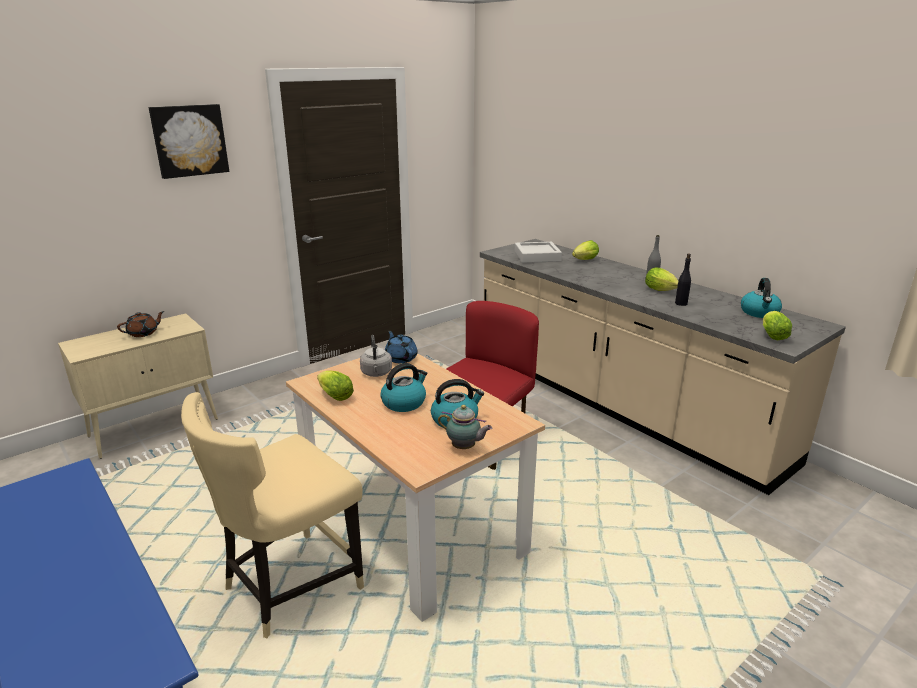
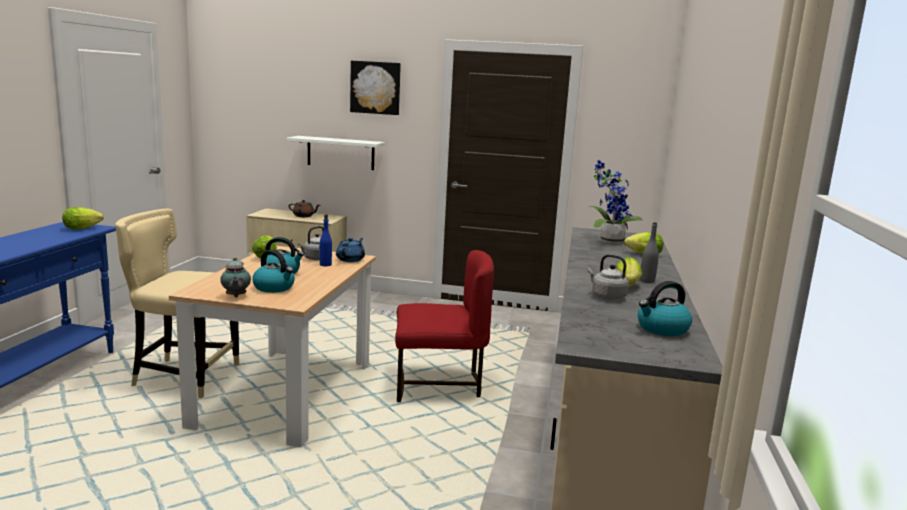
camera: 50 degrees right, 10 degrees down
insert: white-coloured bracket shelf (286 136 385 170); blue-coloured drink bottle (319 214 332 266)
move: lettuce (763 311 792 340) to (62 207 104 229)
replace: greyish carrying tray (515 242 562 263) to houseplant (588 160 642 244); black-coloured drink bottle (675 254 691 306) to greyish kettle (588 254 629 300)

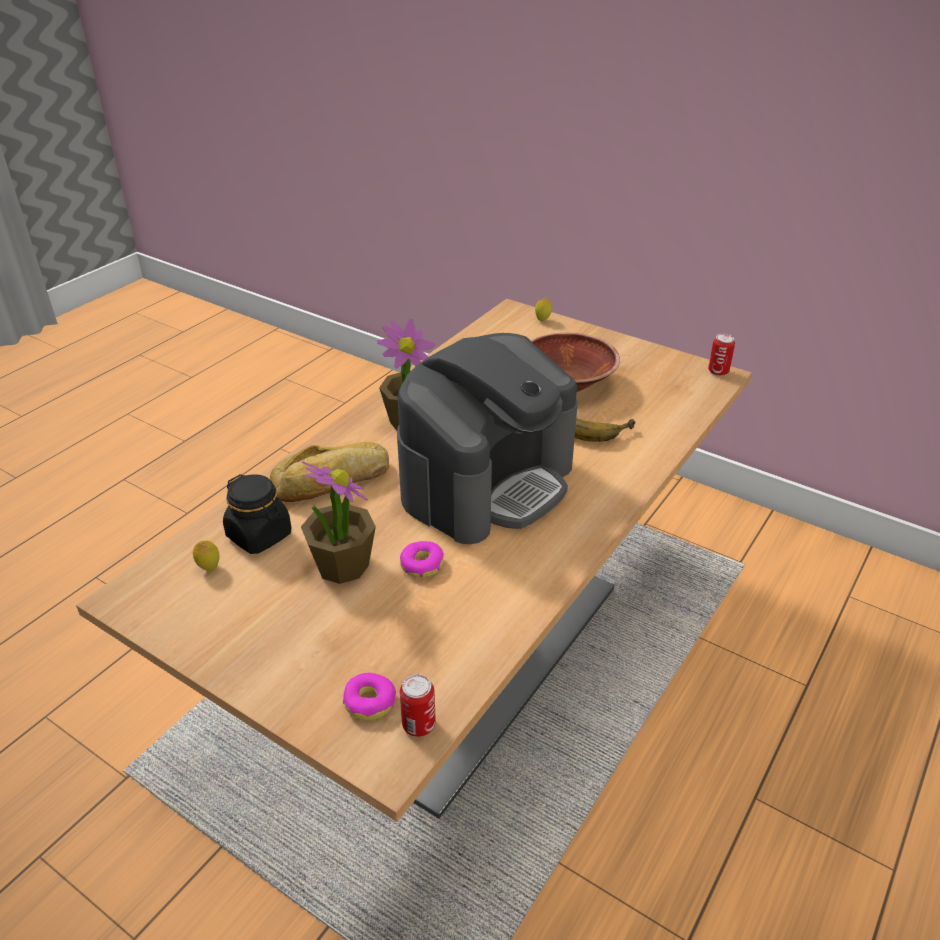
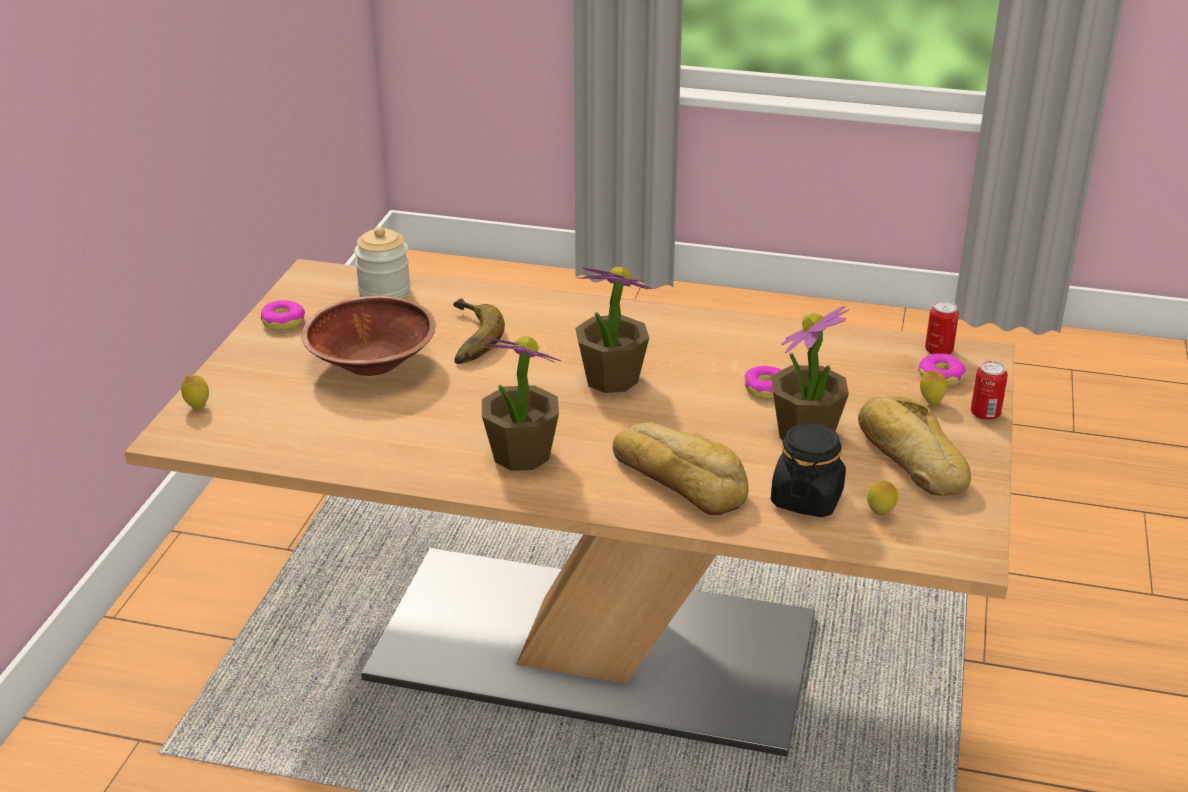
camera: 110 degrees left, 5 degrees down
insert: donut (261 300 305 330); storage jar (354 227 411 299); bakery bread (858 396 971 496); whole lemon (920 370 947 405)
move: sealed can (708 334 735 376) to (971 361 1008 421)
replace: coffee maker (397 333 578 544) to houseplant (575 267 652 393)

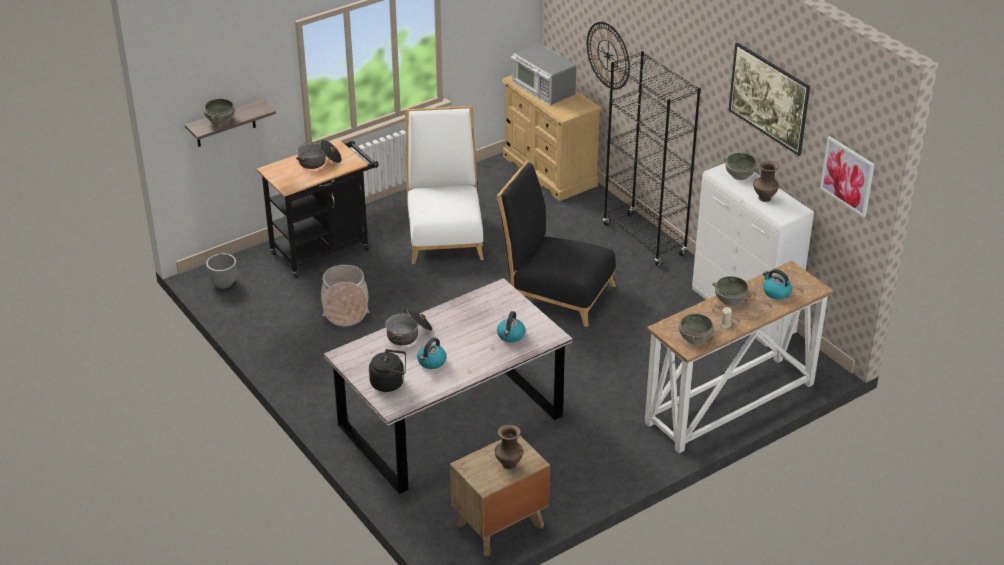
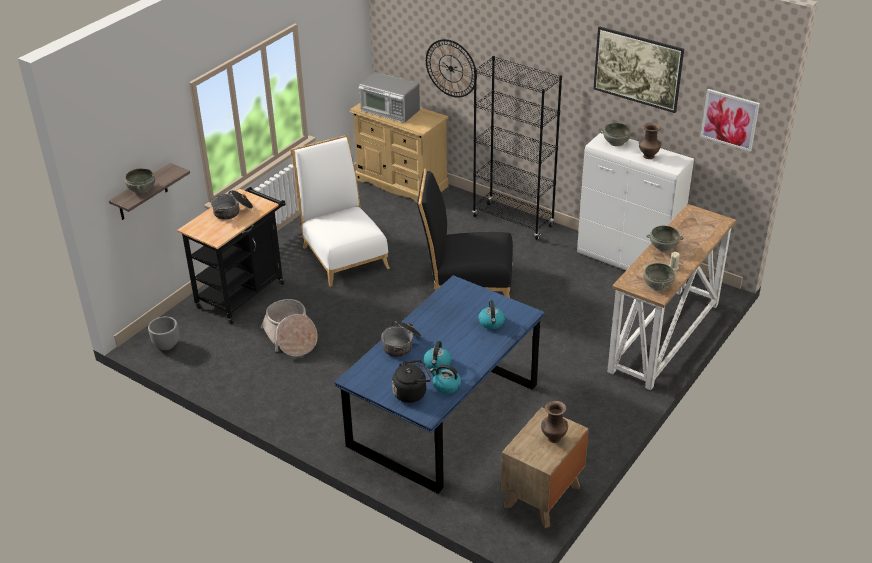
camera: 20 degrees left, 0 degrees up
move: kettle (763 269 792 300) to (429 364 461 394)
recolor: greyish dinner table (324 278 572 494) to blue-coloured dinner table (334 275 545 494)

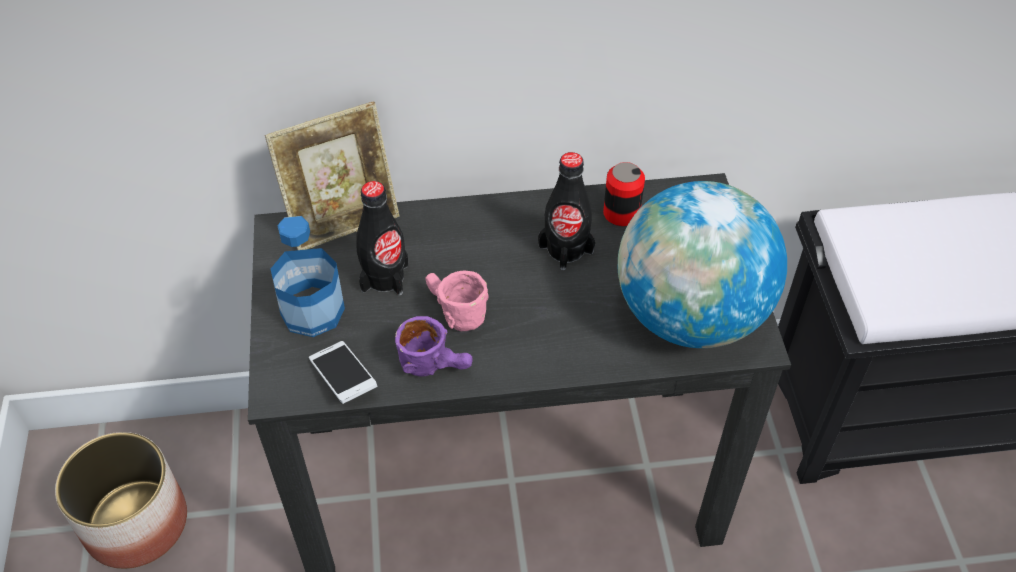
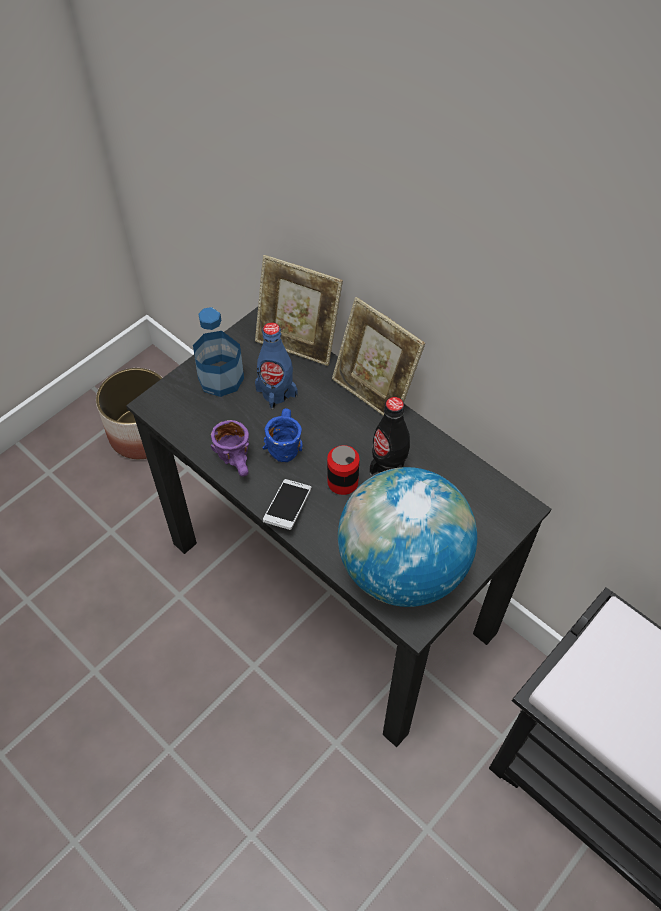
camera: 50 degrees right, 5 degrees up
insert: standing frame (332 297 425 416)
move: telephone (309 341 377 404) to (263 479 312 530); sealed can (603 162 645 226) to (327 445 359 495)
recolor: black-coloured drink bottle (357 181 409 295) to blue-coloured drink bottle (255 322 298 409); pink-coloured coffee mug (425 270 489 331) to blue-coloured coffee mug (262 408 303 462)

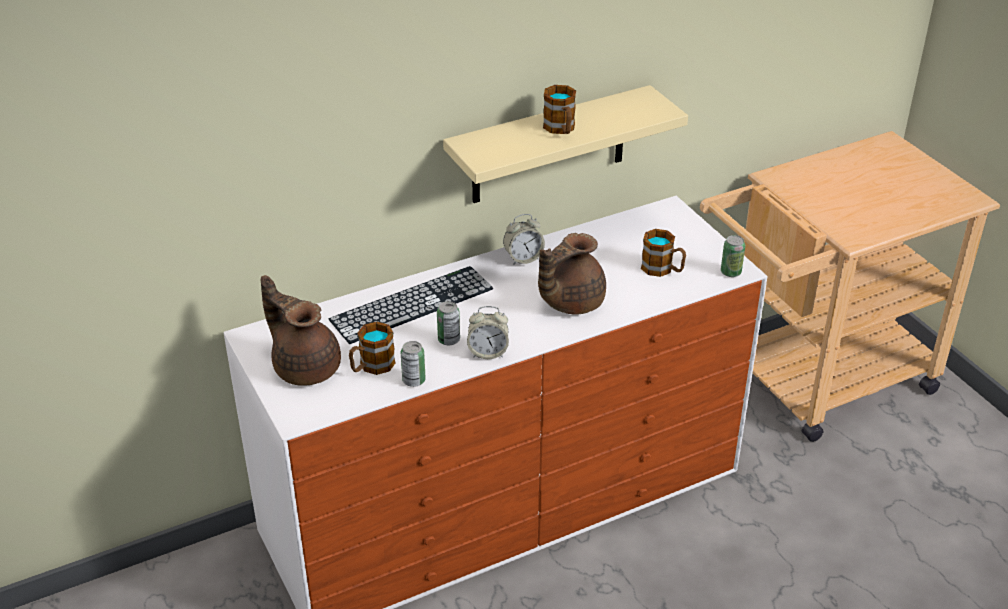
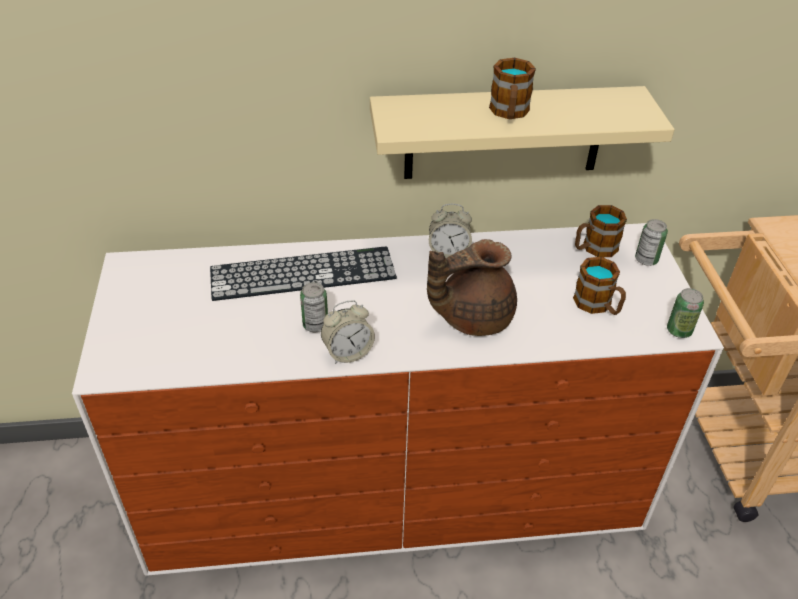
camera: 20 degrees right, 5 degrees up
delete: brown pot for tea (261 275 341 386)
move: coffee mug (349 322 395 375) to (575 205 627 257); sealed can (401 341 426 387) to (635 219 668 266)
rotate: table clock (467 306 509 359) = (321 301 375 364) 45 degrees counterclockwise

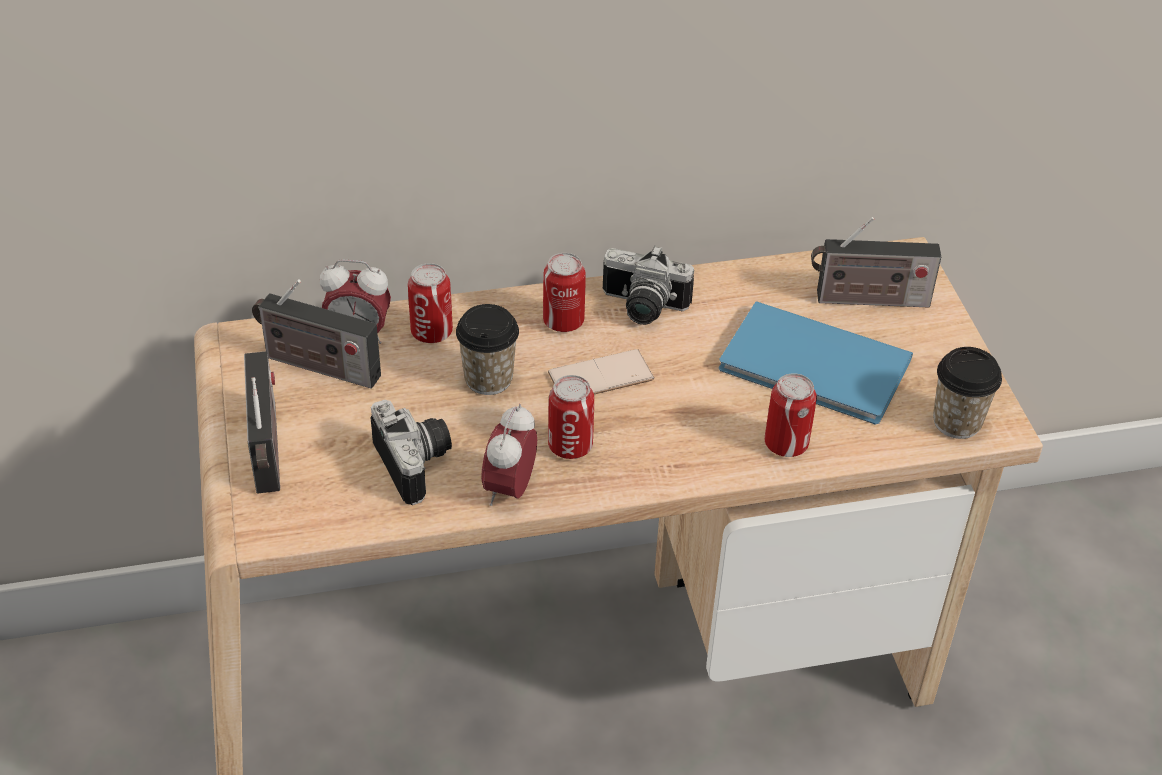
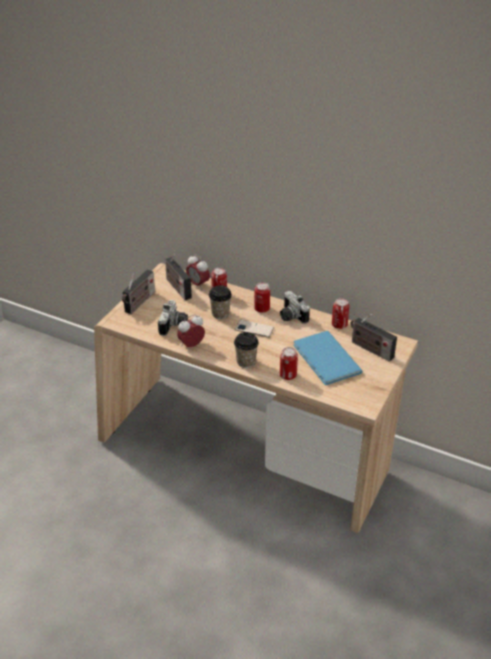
camera: 40 degrees right, 5 degrees down
move: small cup (933 347 1002 439) to (234 332 259 368); sealed can (548 375 594 459) to (332 298 349 329)

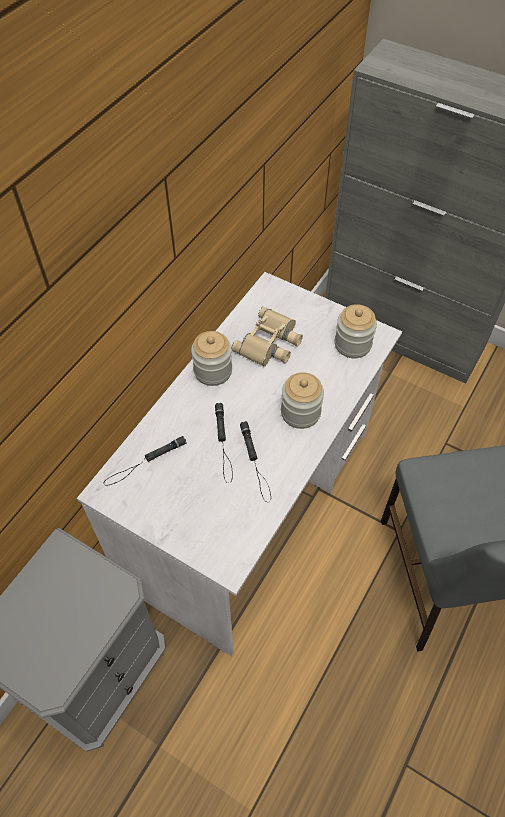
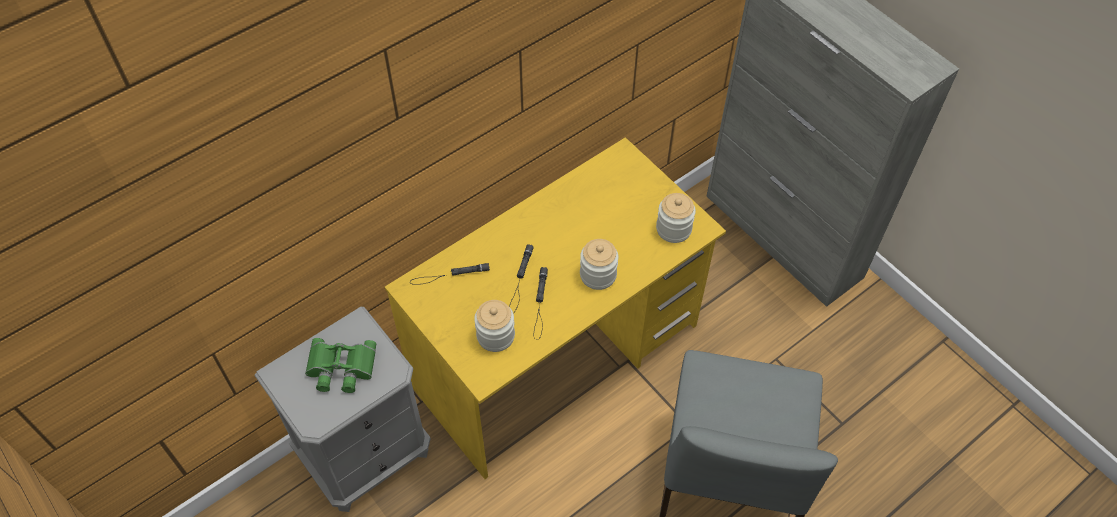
camera: 20 degrees right, 0 degrees up
delete: sand-coloured pair of binoculars (232 307 303 367)
insert: green-coloured pair of binoculars (305 338 376 393)
move: storage jar (191 331 232 386) to (474 300 515 352)
recolor: white-coloured desk unit (77 272 402 656) to yellow-coloured desk unit (385 137 726 479)

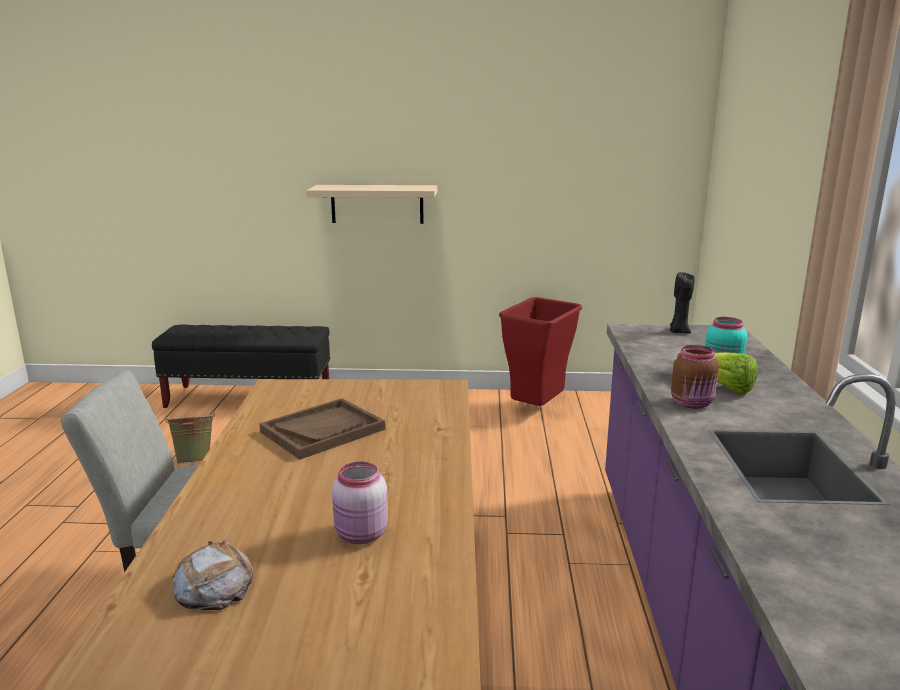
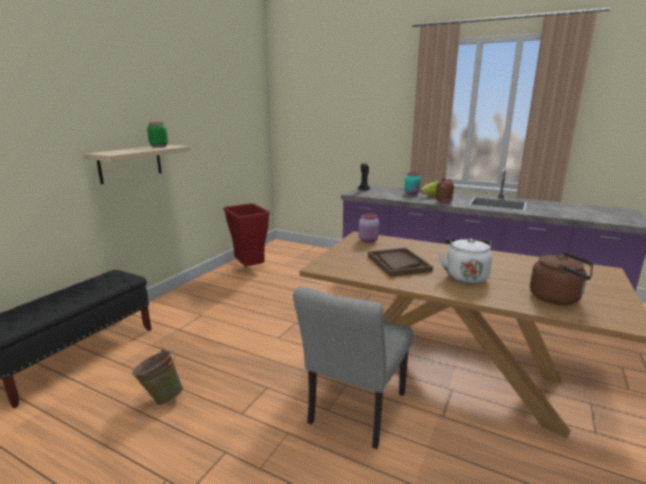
camera: 65 degrees left, 0 degrees up
insert: green-coloured storage jar (147 122 168 148); white-coloured kettle (438 239 492 284)
move: pink-coloured storage jar (332 461 388 544) to (358 213 379 243)
replace: bakery bread (172 540 254 610) to brown kettle (530 252 593 305)

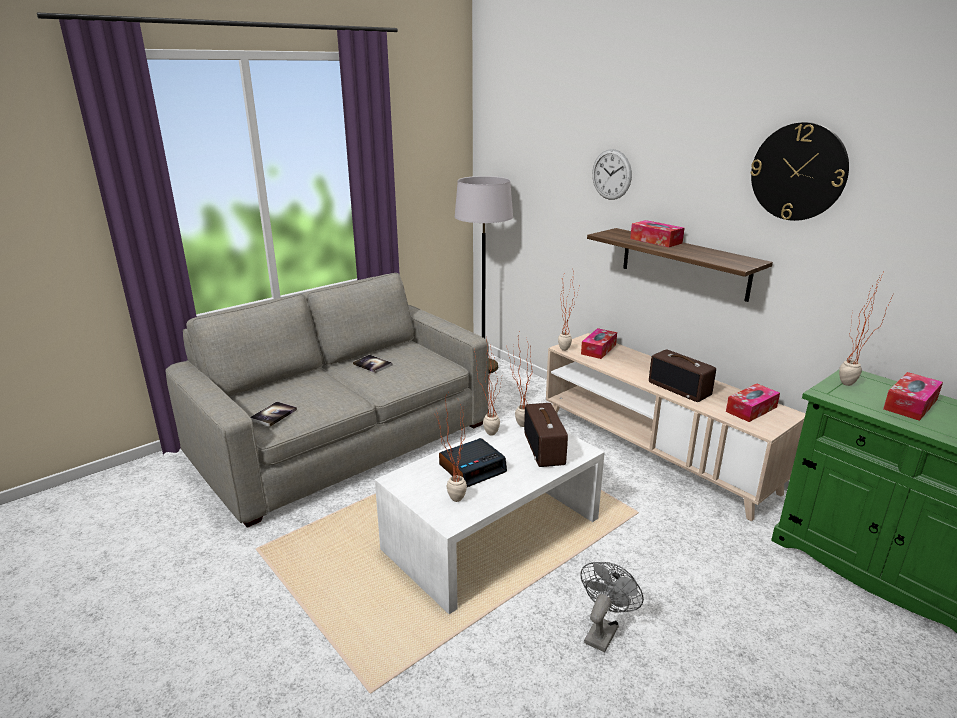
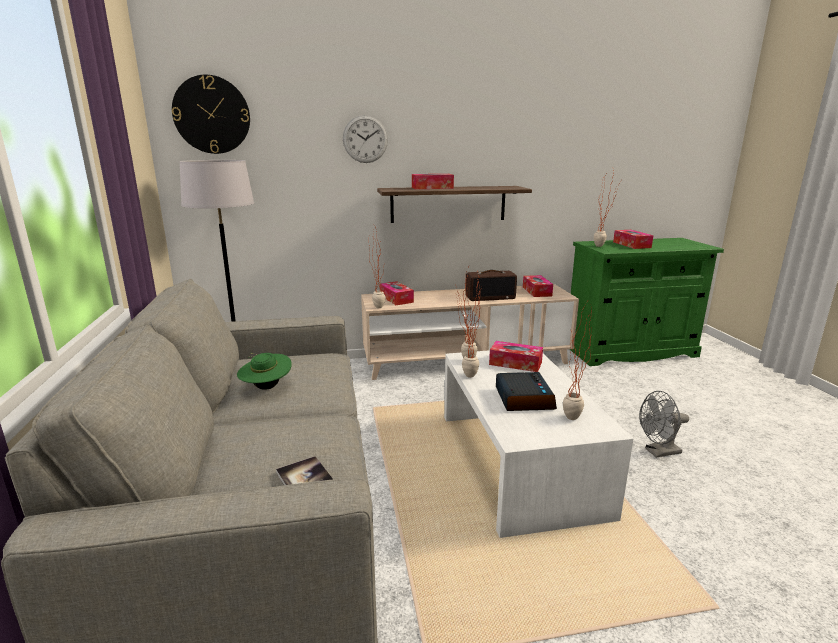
camera: 60 degrees left, 5 degrees down
move: clock on the wall (750 122 849 221) to (172 75 250 154)
replace: volume (353 355 392 373) to green-coloured hat (237 353 292 390); radio receiver (524 403 568 467) to tissue box (489 341 543 372)
rotate: greyish fan (580 562 644 652) = (639 391 689 458) 75 degrees counterclockwise

